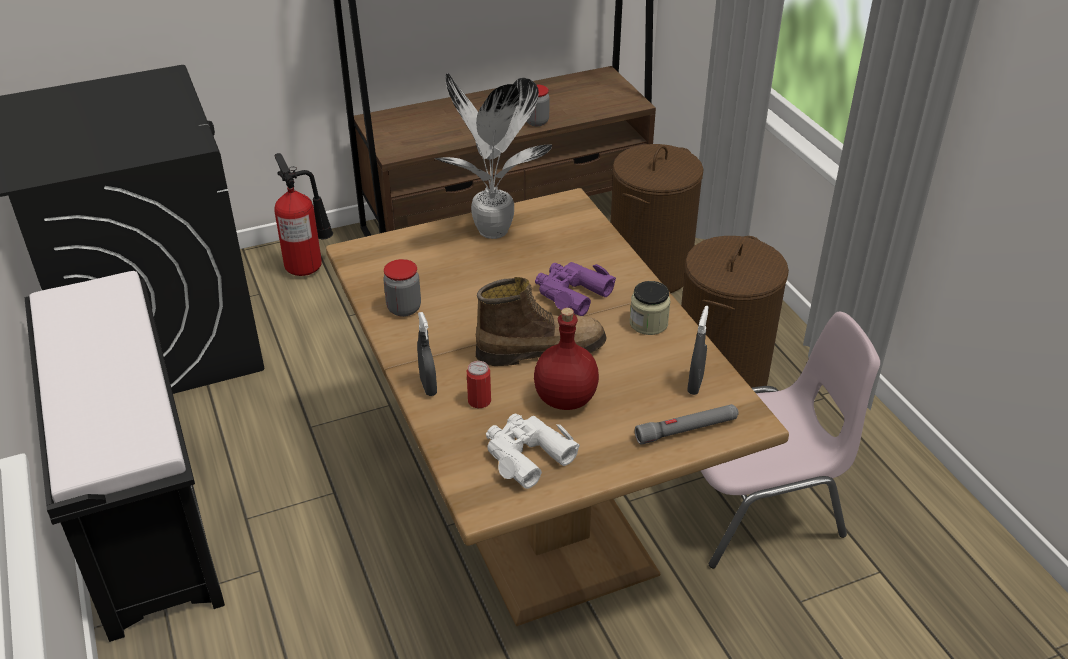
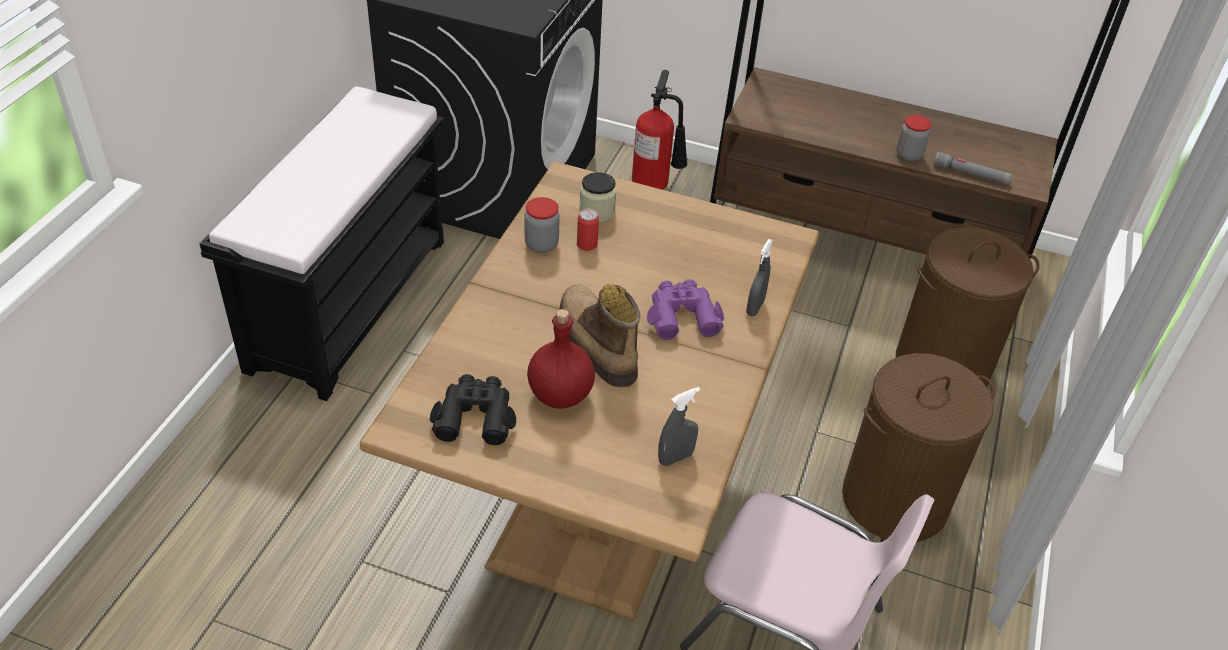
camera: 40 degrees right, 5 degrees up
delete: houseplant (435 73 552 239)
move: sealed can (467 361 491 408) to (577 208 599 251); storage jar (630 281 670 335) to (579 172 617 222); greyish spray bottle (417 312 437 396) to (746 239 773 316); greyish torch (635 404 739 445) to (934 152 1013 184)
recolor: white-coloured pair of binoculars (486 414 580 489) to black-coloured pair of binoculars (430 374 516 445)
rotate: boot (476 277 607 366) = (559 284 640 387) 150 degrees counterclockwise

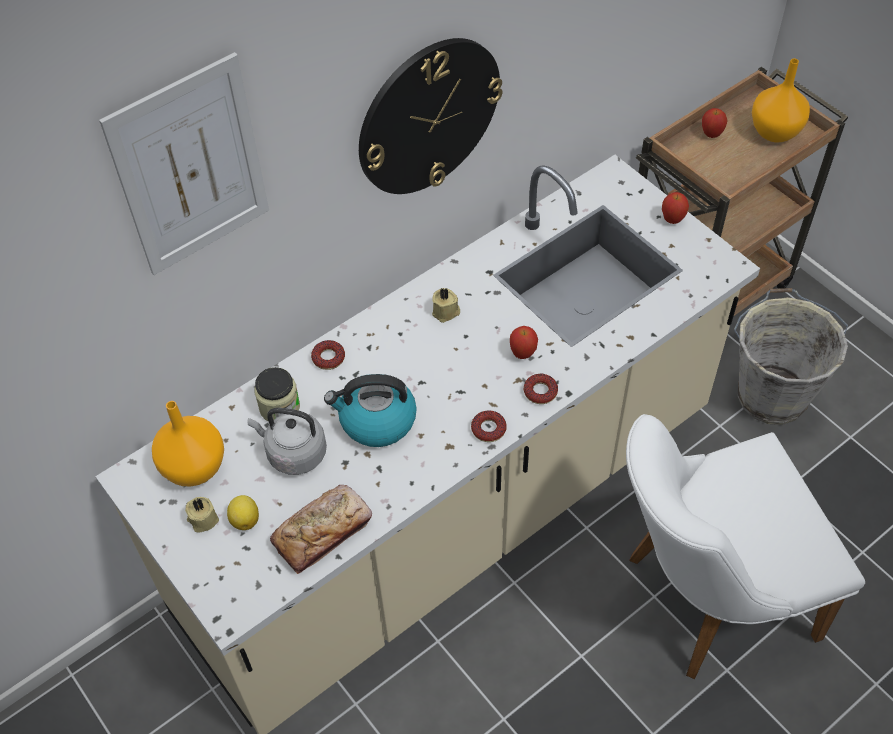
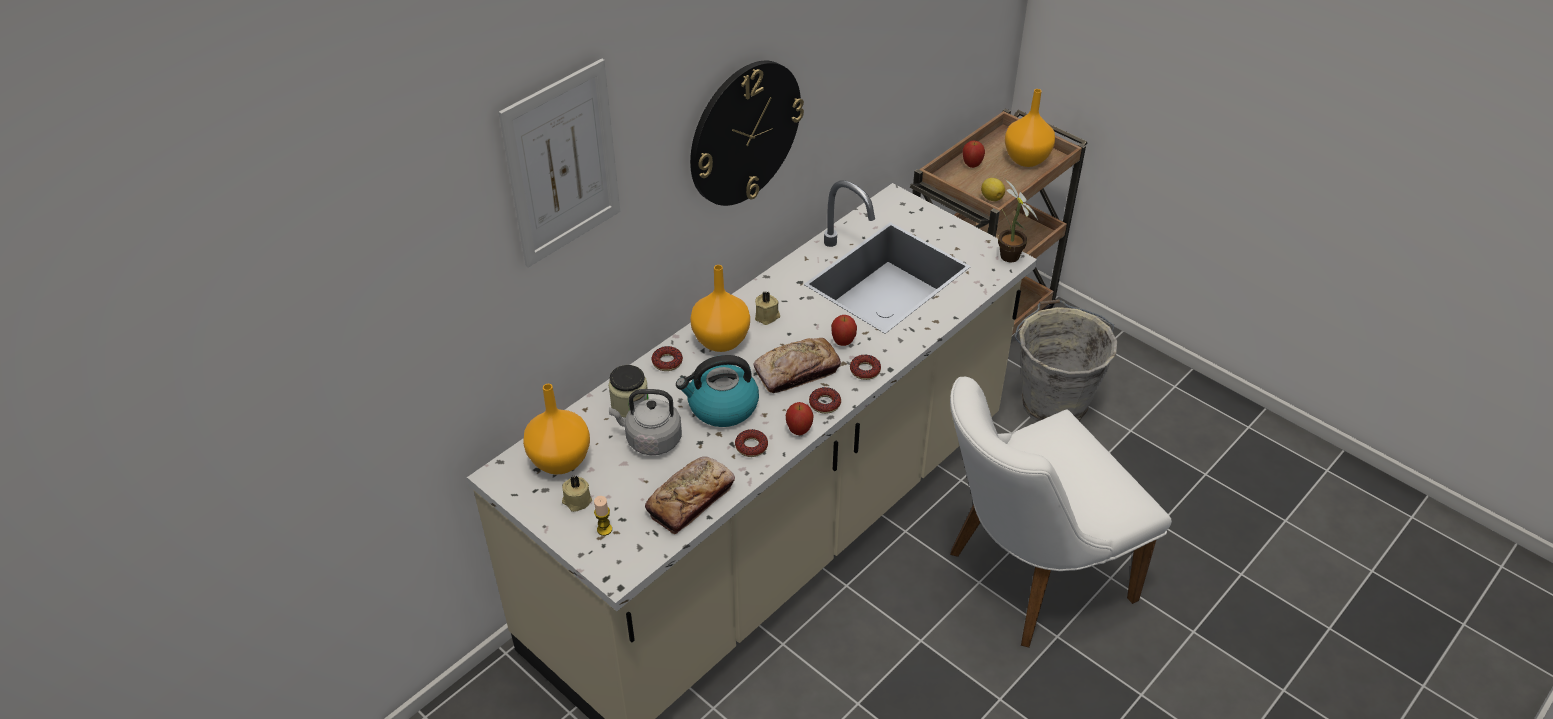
camera: 10 degrees left, 10 degrees down
insert: candle (594 496 612 536); orangey vase (690 265 750 352); donut (735 429 768 457); bakery bread (753 338 841 393); houseplant (998 178 1038 263)
move: apple (662 192 689 224) to (786 402 814 435); whole lemon (227 495 259 530) to (981 178 1005 201)

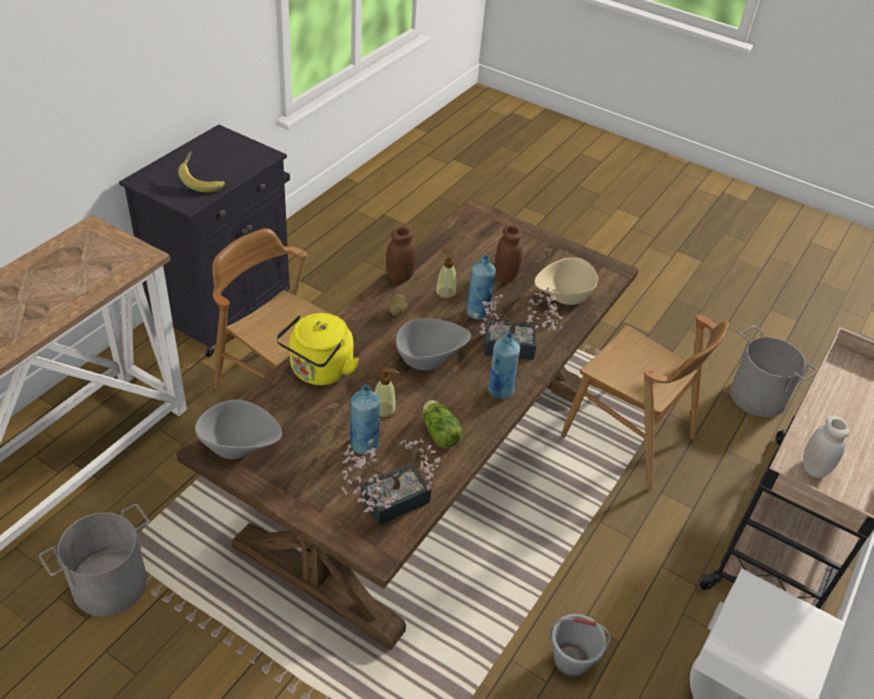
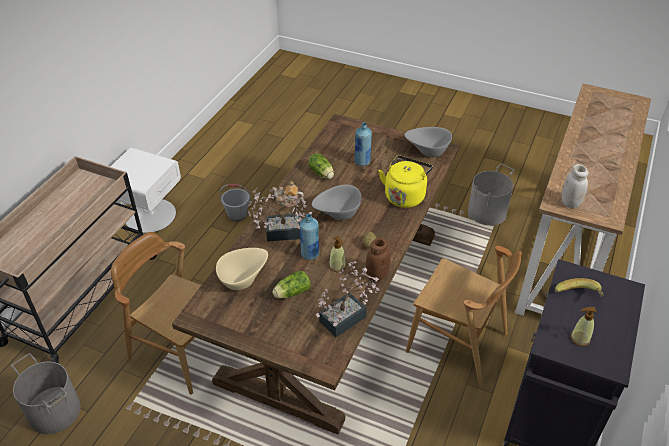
camera: 175 degrees right, 0 degrees up
move: houseplant (342 438 440 525) to (316 261 380 337); white-coloured storage jar (803 416 849 478) to (562 164 589 208); liquid soap bottle (375 367 399 419) to (570 307 596 346)
replace: brown storage jar (495 225 523 282) to lettuce (272 271 311 299); blue-coloured drink bottle (488 332 521 399) to pot for tea (273 181 304 207)

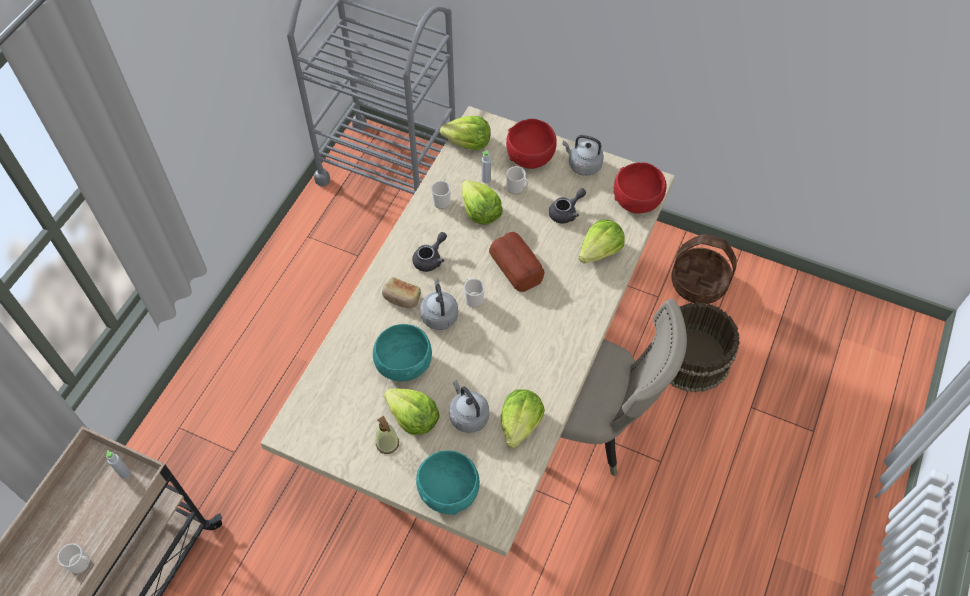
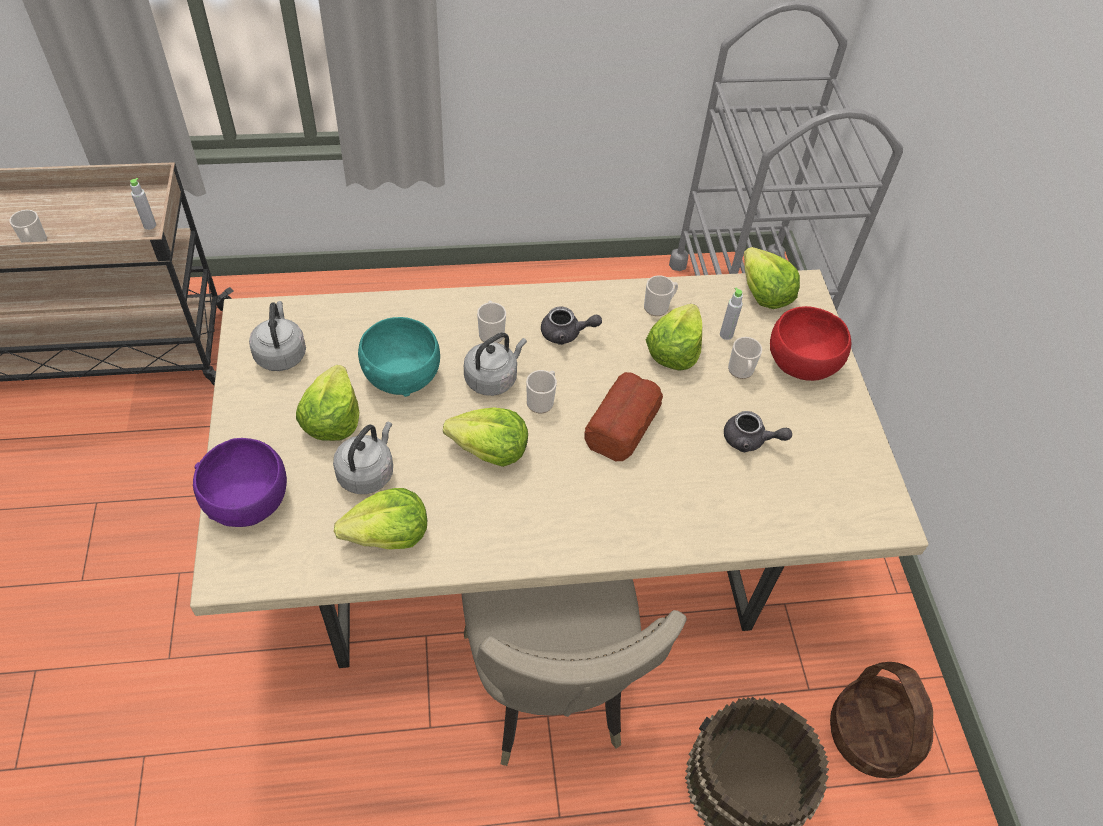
camera: 55 degrees right, 5 degrees down
delete: liquid soap bottle (376 416 399 454); red deep dish (614 162 667 214)
move: greyish kettle (562 135 604 176) to (249 301 306 371); lettuce (579 219 625 263) to (443 407 528 467)
replace: bakery bread (382 277 421 308) to coffee mug (477 301 506 343)
recolor: turquoise deep dish (416 450 480 515) to purplish deep dish (193 438 287 527)

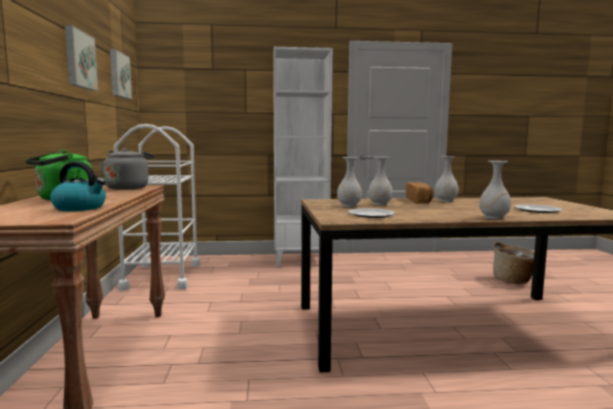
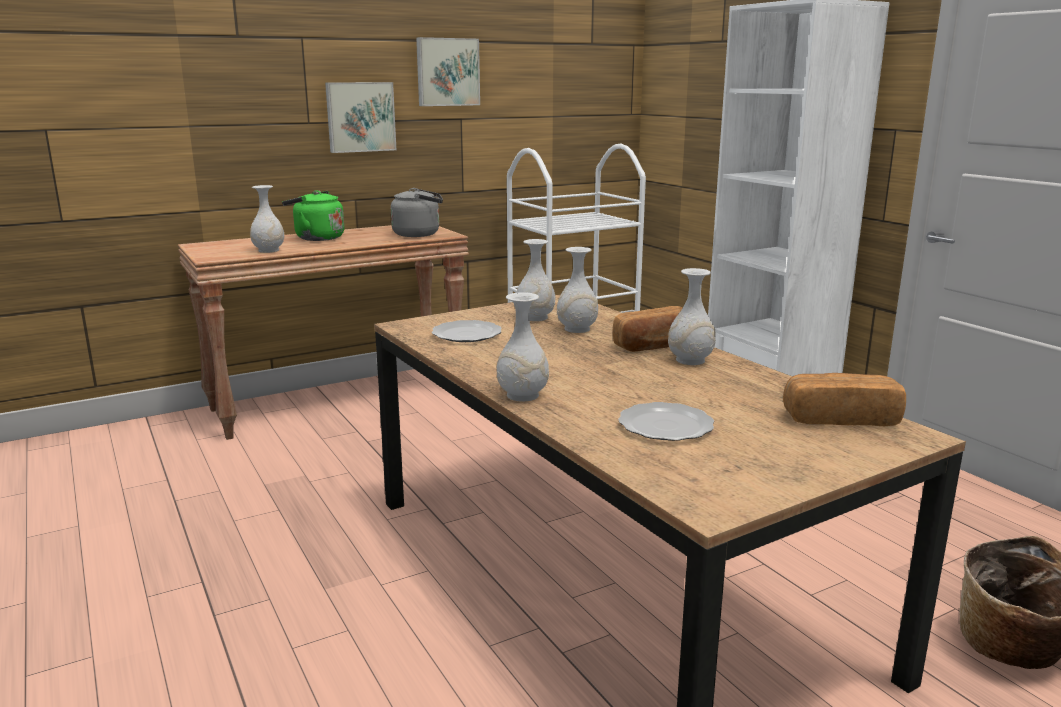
camera: 65 degrees right, 10 degrees up
insert: bakery bread (783 373 906 426)
move: wall picture (110 49 132 99) to (325 82 396 153)
replace: kettle (50 161 106 211) to white-coloured vase (250 185 284 253)

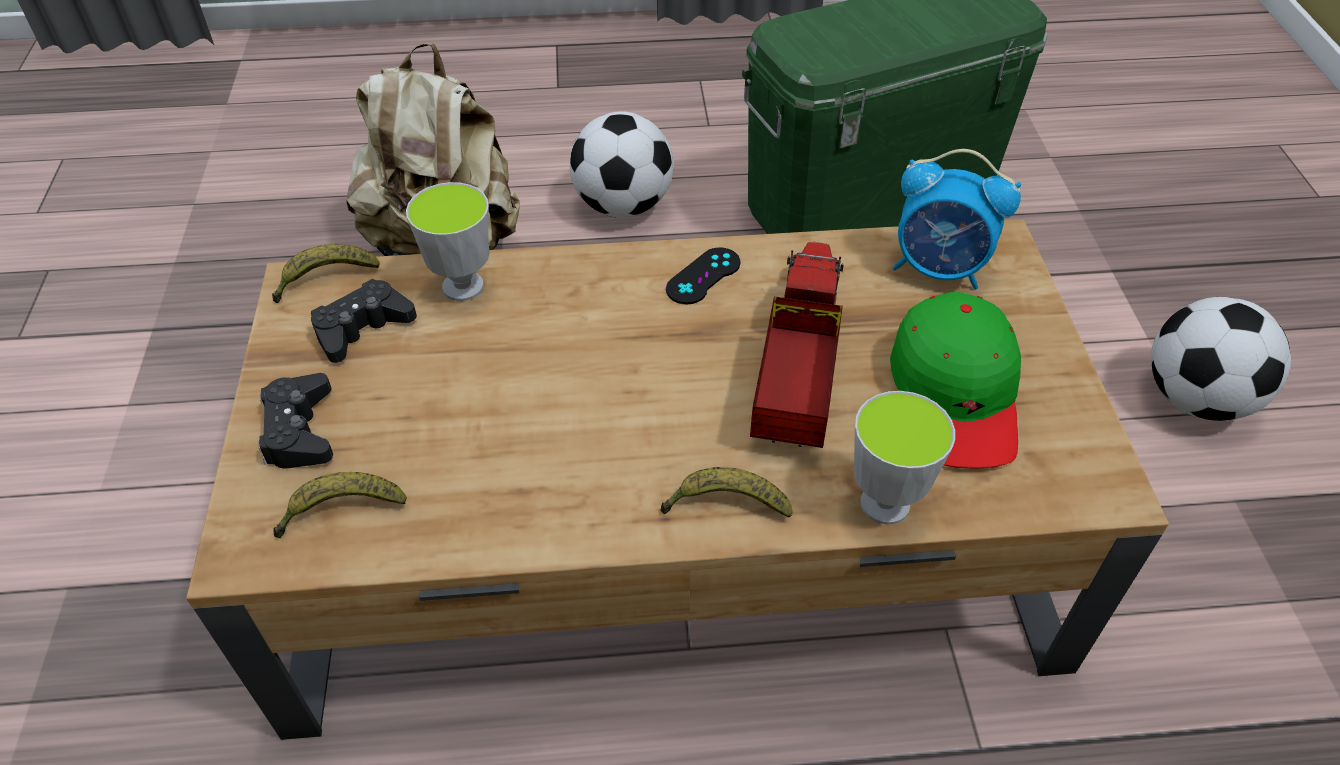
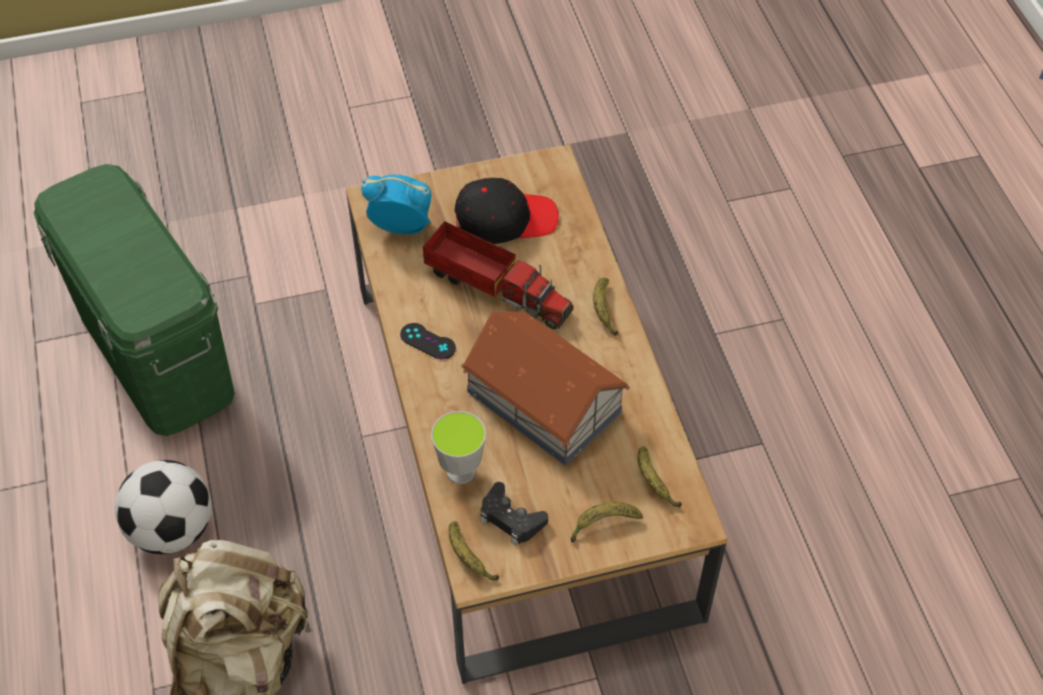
camera: 100 degrees left, 5 degrees up
delete: small cup (854 391 955 525); football (1151 297 1291 421)
insert: toy house (461 311 630 465)
replace: black-coloured joypad (259 373 333 469) to banana (571 502 643 543)
recolor: green-coloured cap (890 292 1021 468) to black-coloured cap (455 178 559 244)
rotate: table clock (892 149 1021 289) = (361 175 432 234) 90 degrees counterclockwise; model truck (750 242 844 448) = (423 221 573 329) 150 degrees counterclockwise

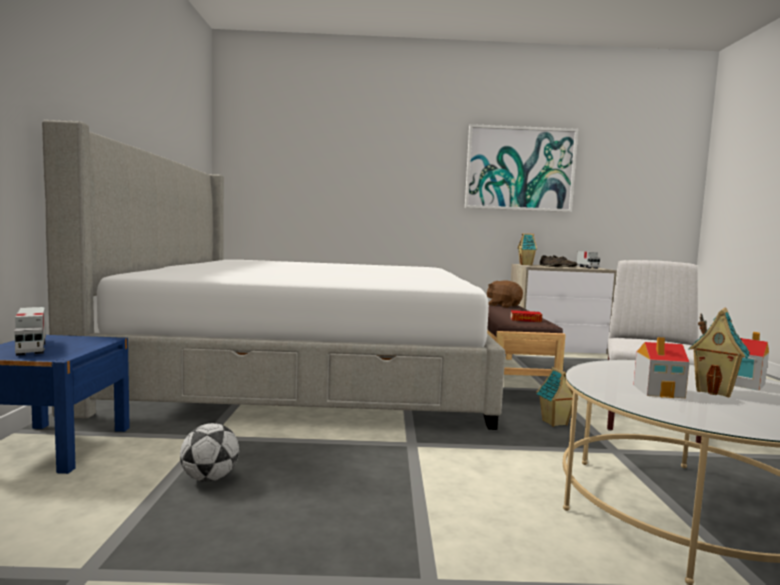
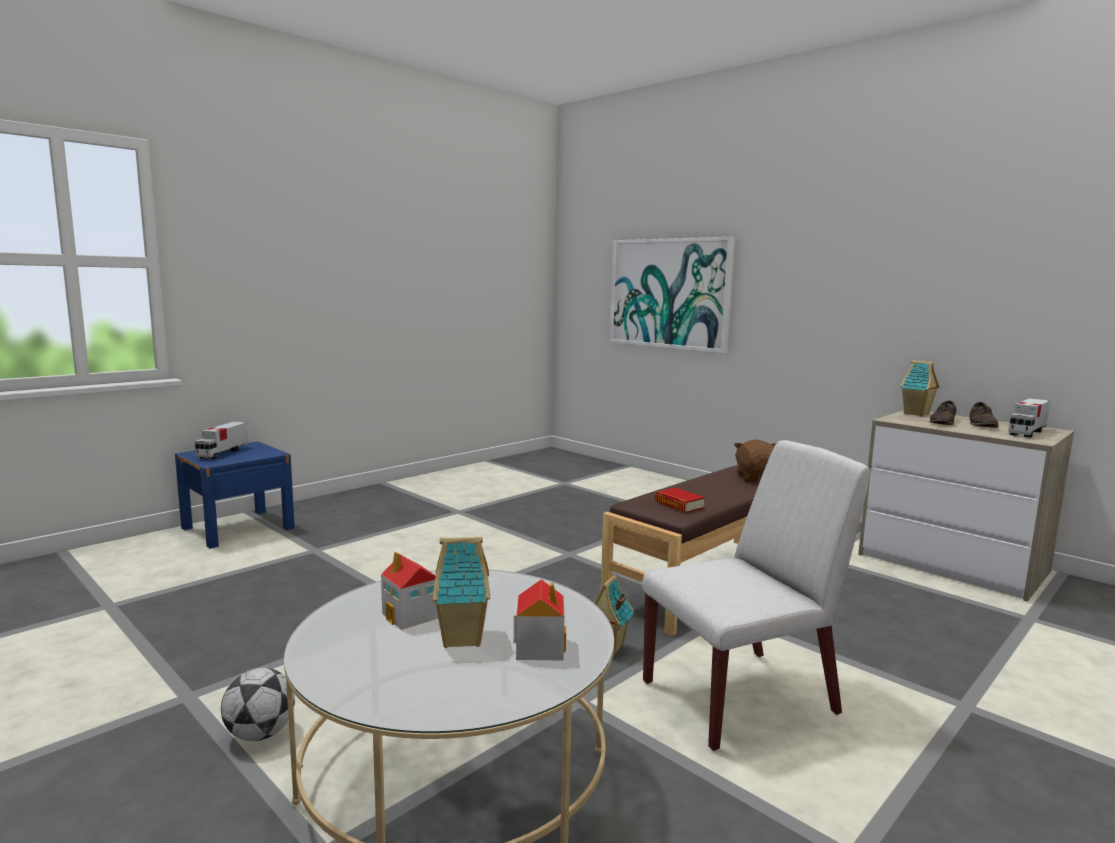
camera: 45 degrees right, 5 degrees up
delete: bed (42 120 505 430)
move: football (180 423 239 482) to (221 668 295 741); wall picture (465 124 578 212) to (609 237 735 353)

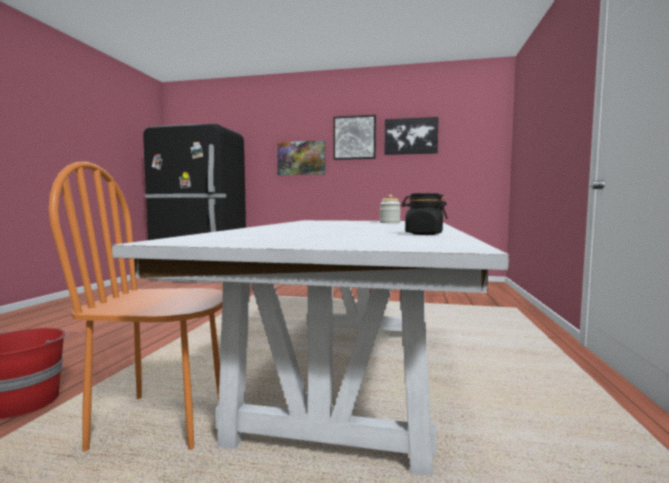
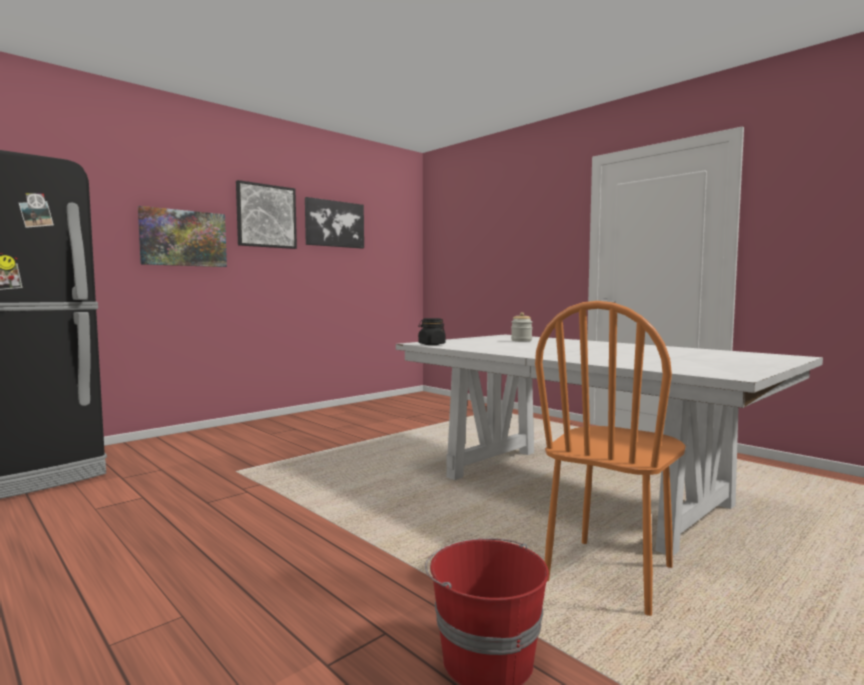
camera: 55 degrees left, 0 degrees up
move: black-coloured storage jar (401 193 448 235) to (418 318 446 345)

